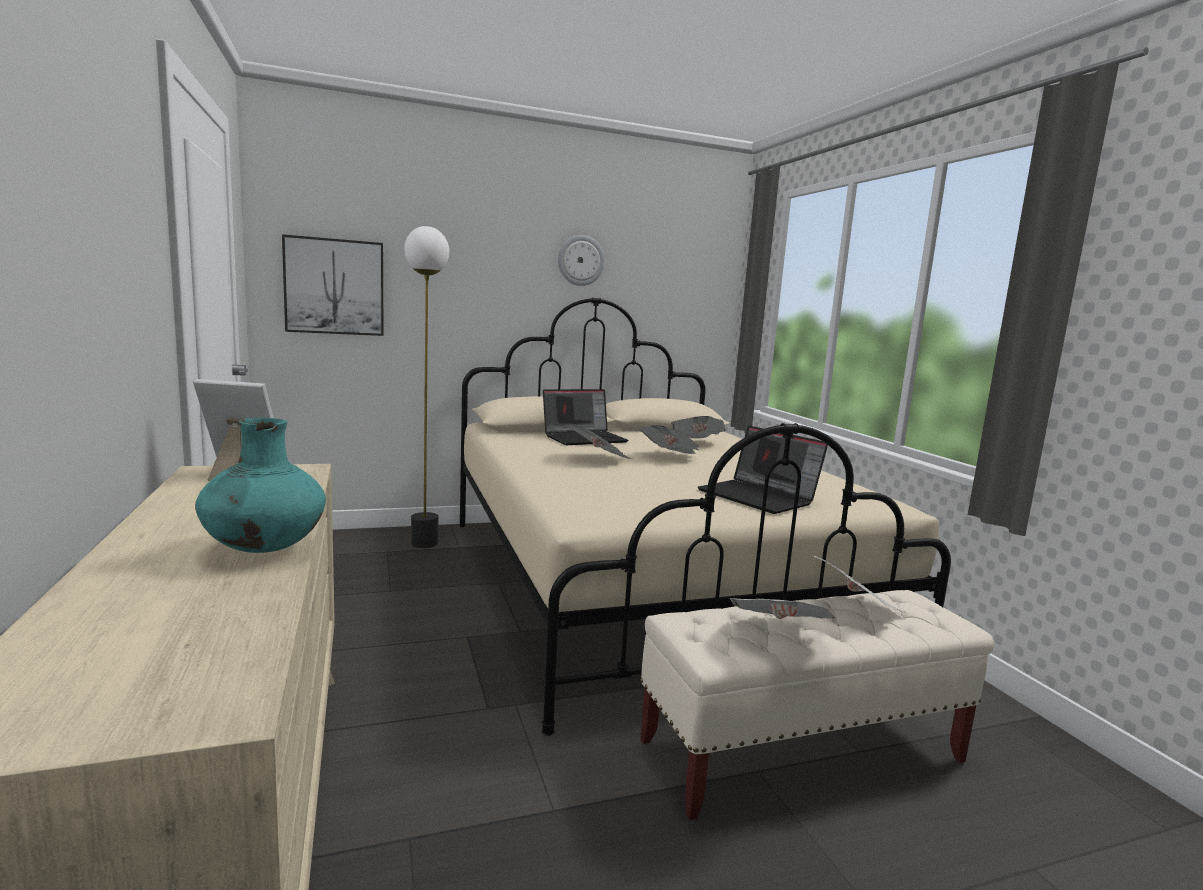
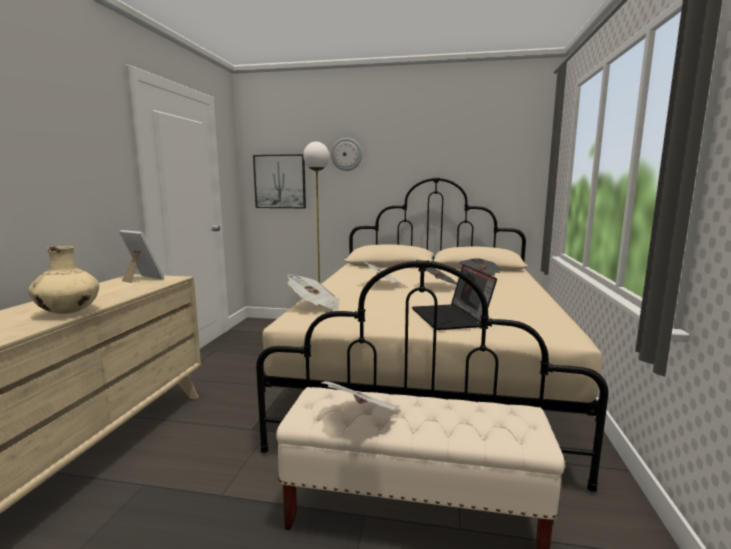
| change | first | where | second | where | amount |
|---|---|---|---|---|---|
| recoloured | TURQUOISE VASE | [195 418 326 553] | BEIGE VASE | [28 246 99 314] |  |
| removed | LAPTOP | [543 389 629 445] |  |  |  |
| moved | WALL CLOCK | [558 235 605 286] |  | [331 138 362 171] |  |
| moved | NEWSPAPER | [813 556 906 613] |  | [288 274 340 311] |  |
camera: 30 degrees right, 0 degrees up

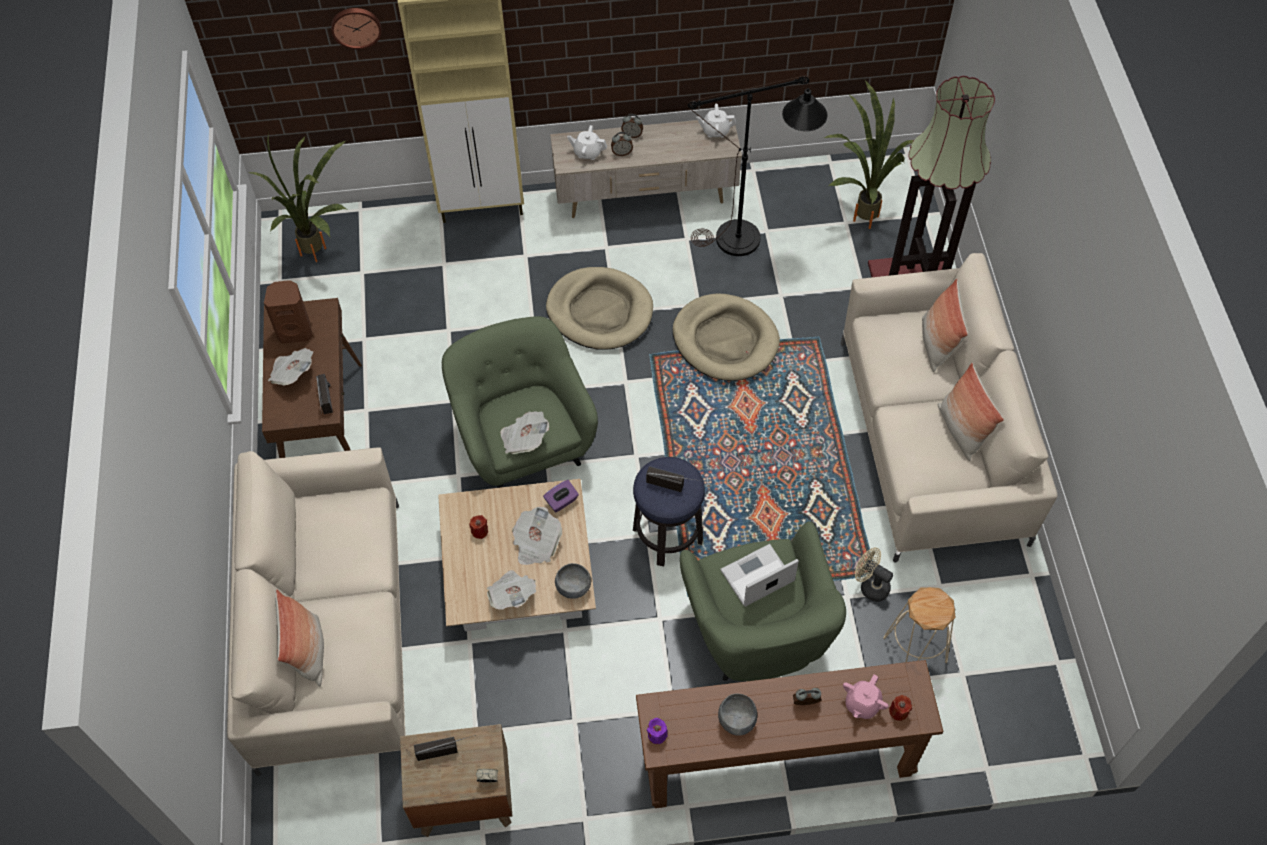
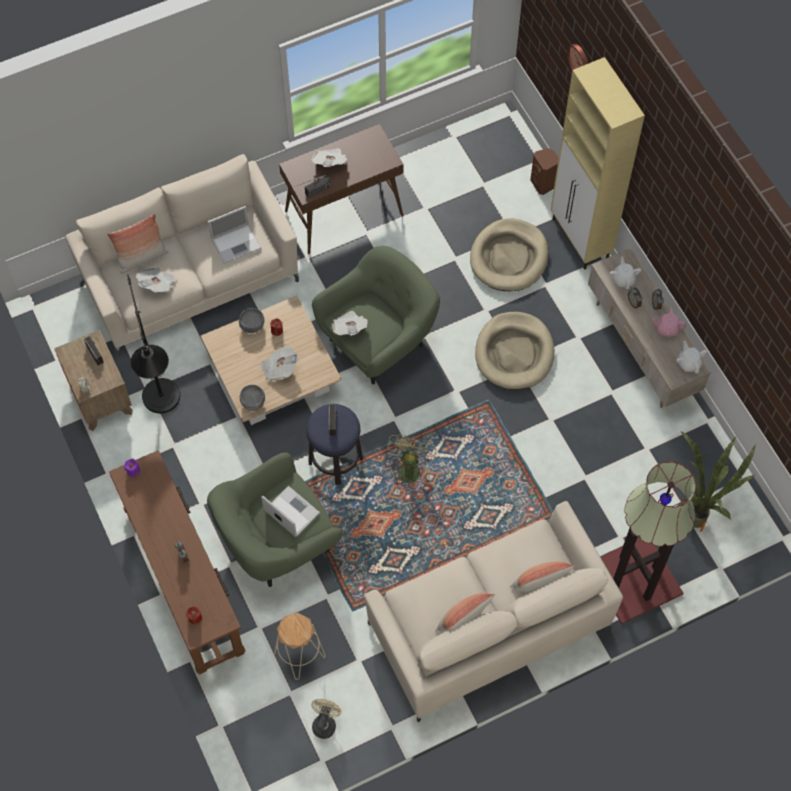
| change | first | where | second | where | amount |
|---|---|---|---|---|---|
| removed | POTTED PLANT | [248 133 346 262] |  |  |  |
| moved | BROWN SPEAKER | [264 280 313 344] |  | [530 148 559 195] |  |
| moved | NEWSPAPER | [487 570 536 610] |  | [136 267 177 293] |  |
| removed | PURPLE TISSUE BOX | [543 480 579 512] |  |  |  |
| moved | BEIGE DOG BED | [673 293 780 381] |  | [470 218 548 291] |  |
| moved | BLACK FLOOR LAMP | [687 76 827 256] |  | [127 275 180 413] |  |
| moved | GREY BOWL | [718 694 757 736] |  | [239 308 264 333] |  |
| moved | PINK TEAPOT | [843 675 889 719] |  | [652 307 686 337] |  |
| moved | BEIGE FAN | [855 547 893 602] |  | [311 699 342 739] |  |
| added |  |  | LAPTOP | [208 206 261 264] |  |
| added |  |  | GREEN FAN | [387 434 437 487] |  |
camera: 70 degrees right, 5 degrees up

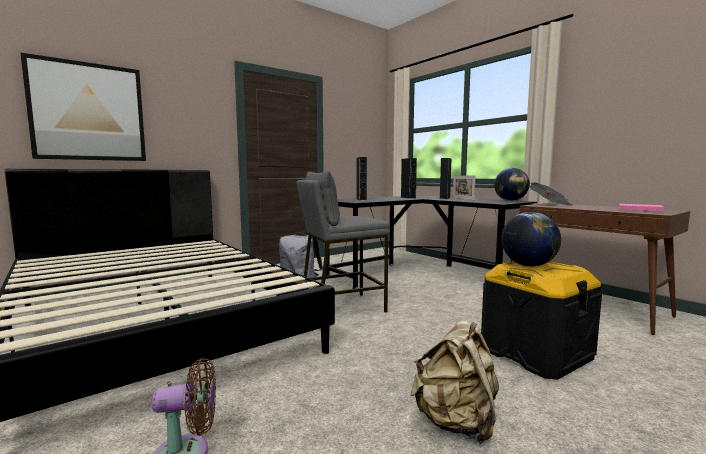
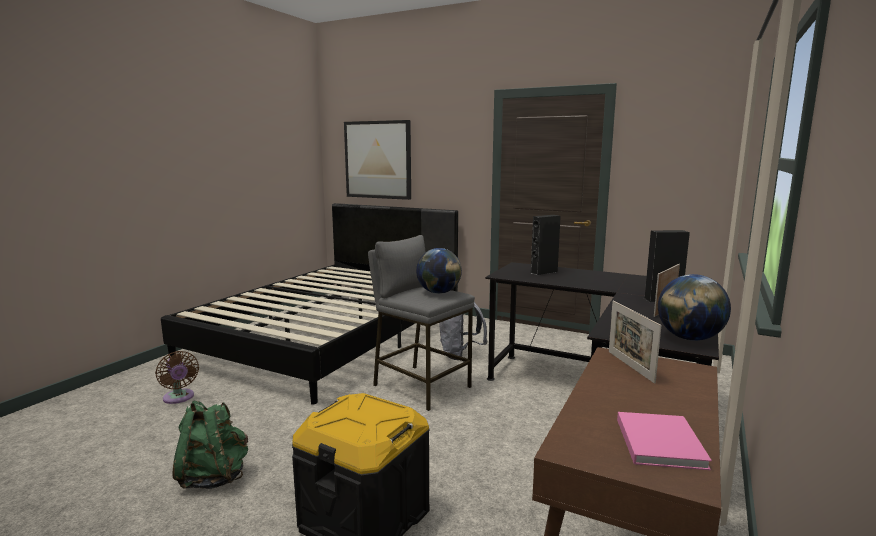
| change | first | where | second | where | amount |
|---|---|---|---|---|---|
| removed | BLACK SPEAKER | [401 158 417 199] |  |  |  |
| recoloured | BEIGE BACKPACK | [410 320 499 444] | GREEN BACKPACK | [172 401 248 489] |  |
| moved | GLOBE | [501 212 561 267] |  | [416 248 462 294] |  |
| replaced | NEWSPAPER | [529 183 572 206] | PICTURE FRAME | [609 301 662 384] |  |
camera: 65 degrees right, 5 degrees up

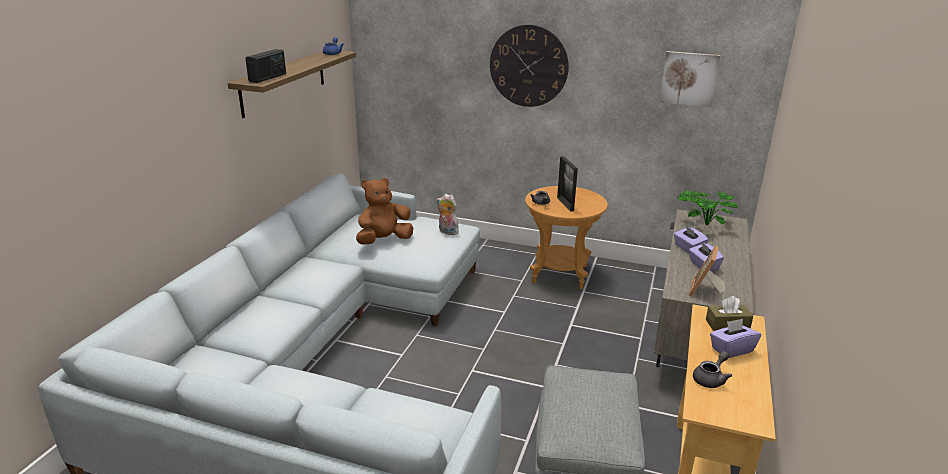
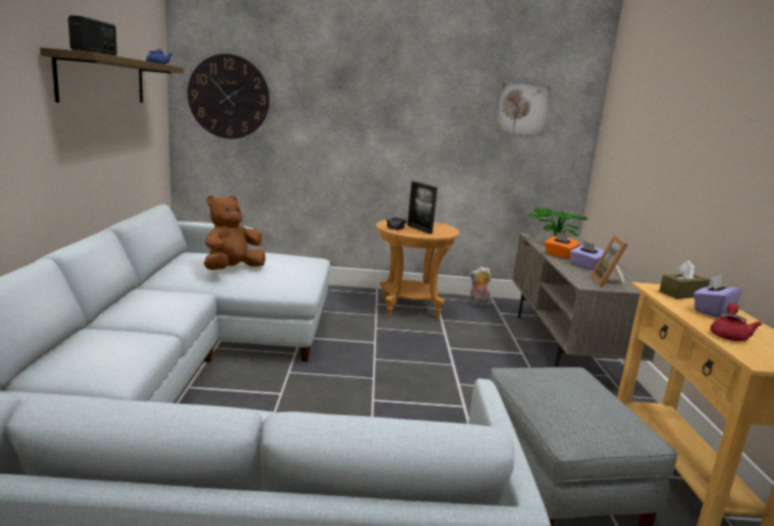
| change | first | where | second | where | amount |
|---|---|---|---|---|---|
| moved | PLUSH TOY | [436 194 459 235] |  | [469 267 491 305] |  |
| moved | WALL CLOCK | [490 25 569 107] |  | [187 54 270 139] |  |
| recoloured | PURPLE TISSUE BOX | [674 226 708 253] | ORANGE TISSUE BOX | [544 232 580 259] |  |
| recoloured | GREY TEAPOT | [693 351 732 388] | RED TEAPOT | [710 303 762 341] |  |
camera: 20 degrees left, 10 degrees down

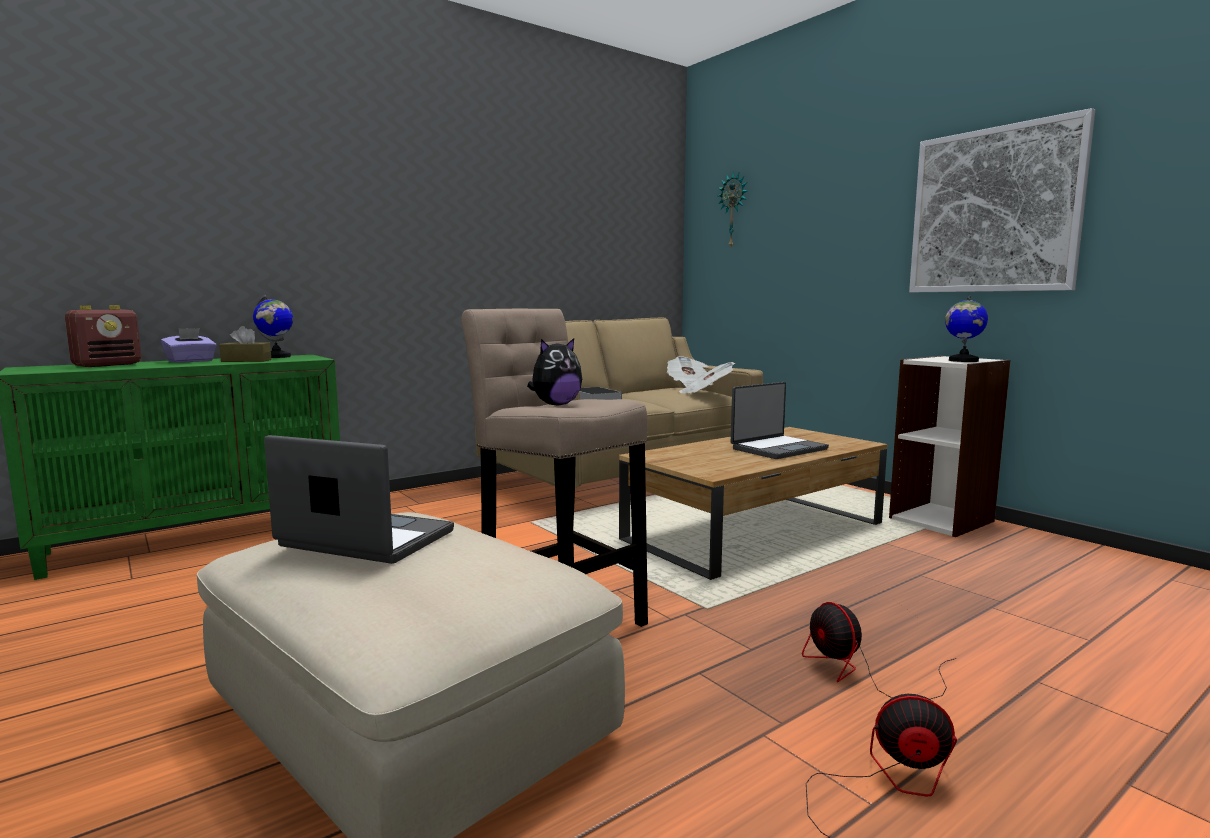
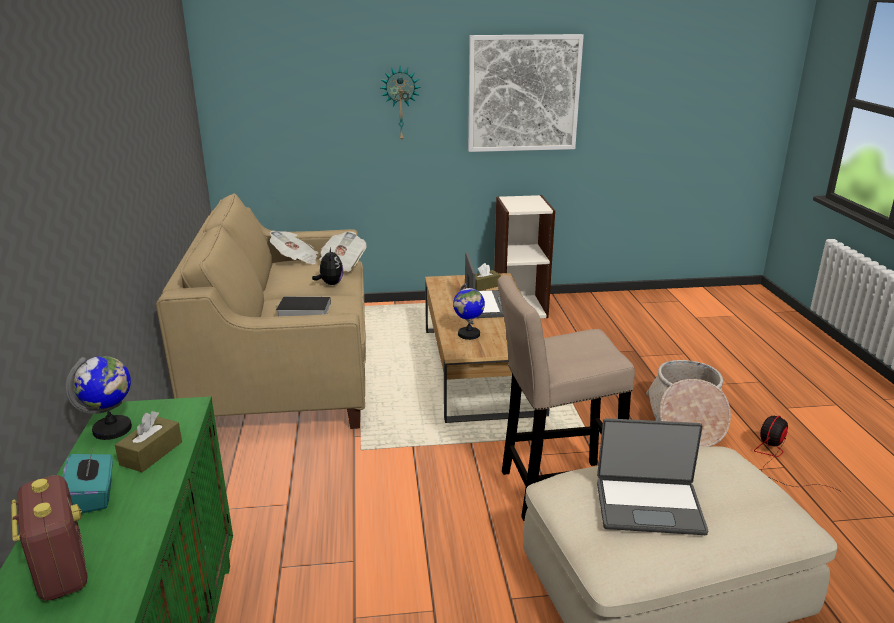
| change | first | where | second | where | amount |
|---|---|---|---|---|---|
| recoloured | PURPLE TISSUE BOX | [161 328 217 363] | TURQUOISE TISSUE BOX | [62 449 113 514] |  |
| turned | LAPTOP | [264 435 454 564] |  | [597 418 708 535] | 135 degrees counterclockwise |
| moved | PLUSH TOY | [527 338 582 406] |  | [312 248 344 285] |  |
| moved | WALL CLOCK | [718 172 748 249] |  | [381 66 421 141] |  |
| replaced | FAN | [802 602 957 699] | BASKET | [646 360 731 447] |  |
| moved | GLOBE | [945 296 988 362] |  | [453 283 485 340] |  |
| added |  |  | BROWN TISSUE BOX | [475 263 501 291] |  |
camera: 60 degrees left, 15 degrees up

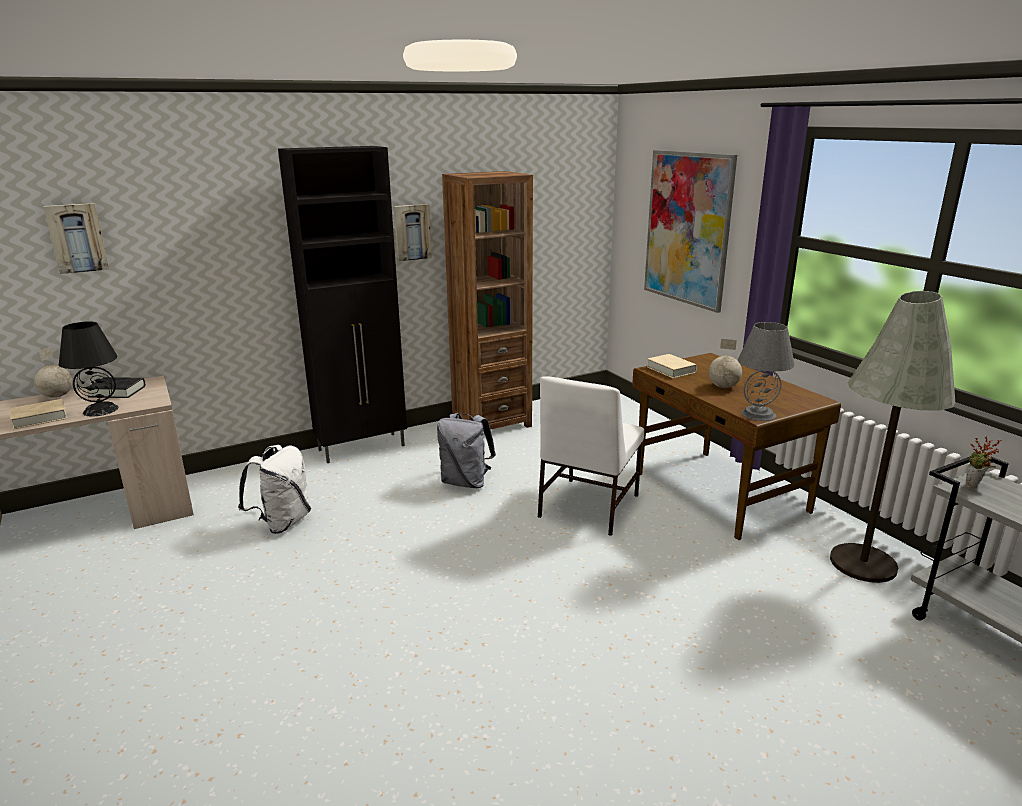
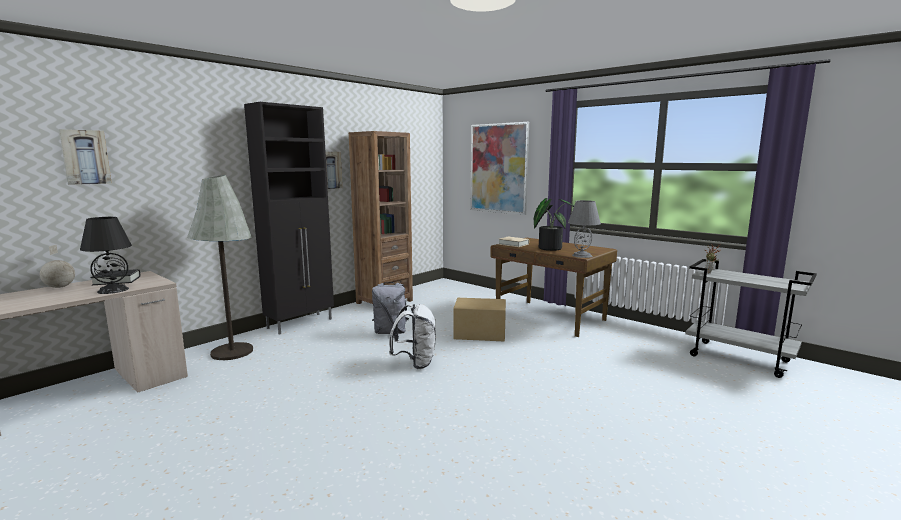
| change | first | where | second | where | amount |
|---|---|---|---|---|---|
| removed | BEIGE BOOK | [10 399 67 429] |  |  |  |
| moved | WHITE BACKPACK | [238 445 311 534] |  | [389 304 436 369] |  |
| replaced | WHITE CHAIR | [538 376 644 536] | CARDBOARD BOX | [453 298 506 341] |  |
| replaced | GLOBE | [709 339 742 388] | POTTED PLANT | [534 198 574 251] |  |
| moved | GREY FLOOR LAMP | [830 291 955 583] |  | [187 175 253 360] |  |
camera: 20 degrees left, 10 degrees down

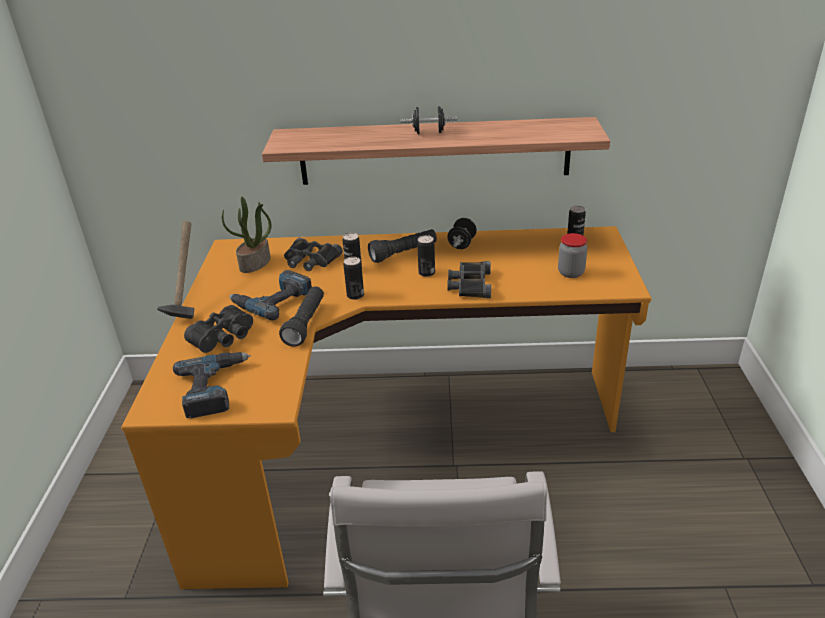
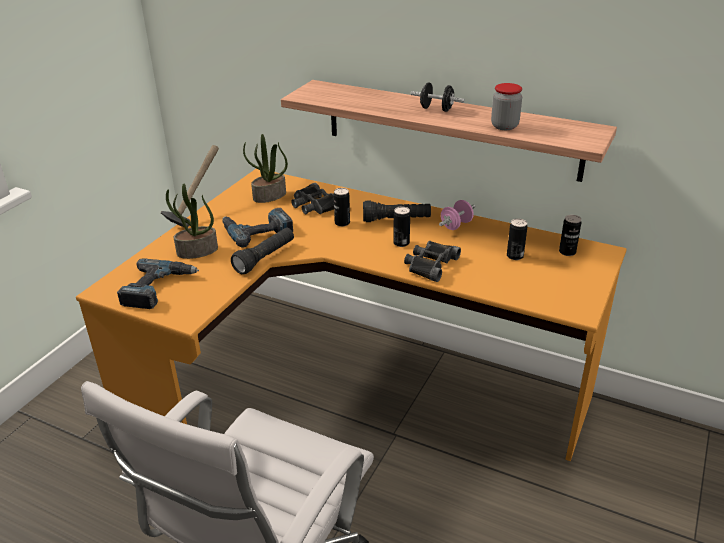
| change | first | where | second | where | amount |
|---|---|---|---|---|---|
| replaced | BLACK BINOCULARS | [184 305 253 353] | POTTED PLANT | [166 184 218 259] |  |
| moved | CAN | [343 257 364 300] |  | [507 219 528 260] |  |
| recoloured | BLACK DUMBBELL | [448 218 477 249] | PINK DUMBBELL | [439 200 475 230] |  |
| moved | JAR | [558 233 587 278] |  | [491 83 522 130] |  |
camera: 25 degrees right, 0 degrees up

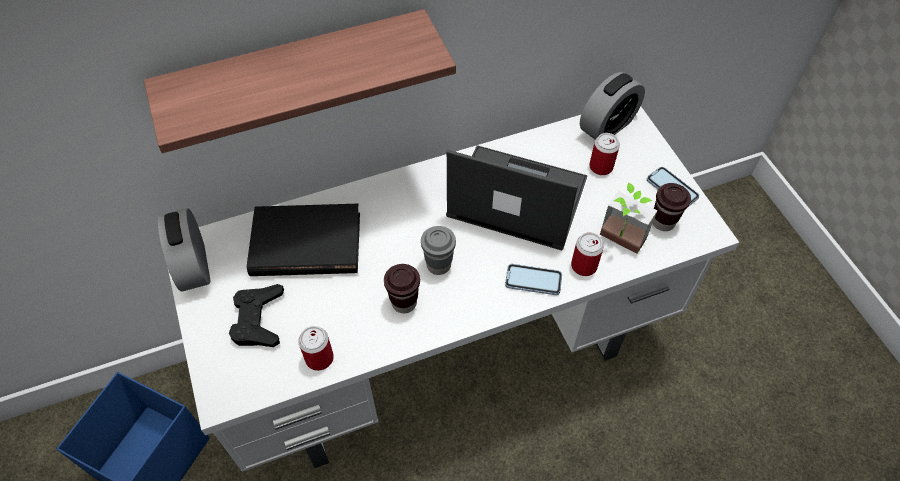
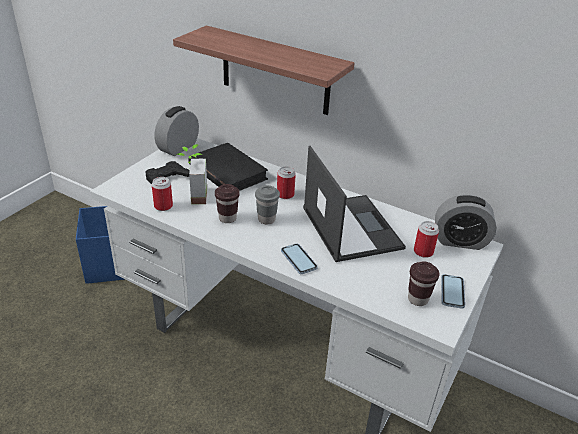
| change | first | where | second | where | amount |
|---|---|---|---|---|---|
| moved | CAN | [571 232 604 276] |  | [277 166 296 199] |  |
| moved | POTTED PLANT | [600 183 658 254] |  | [176 144 207 204] |  |
camera: 50 degrees right, 20 degrees down

